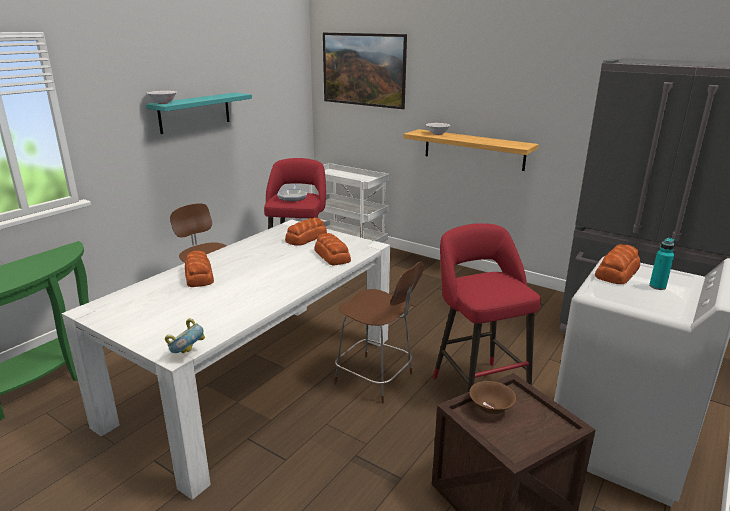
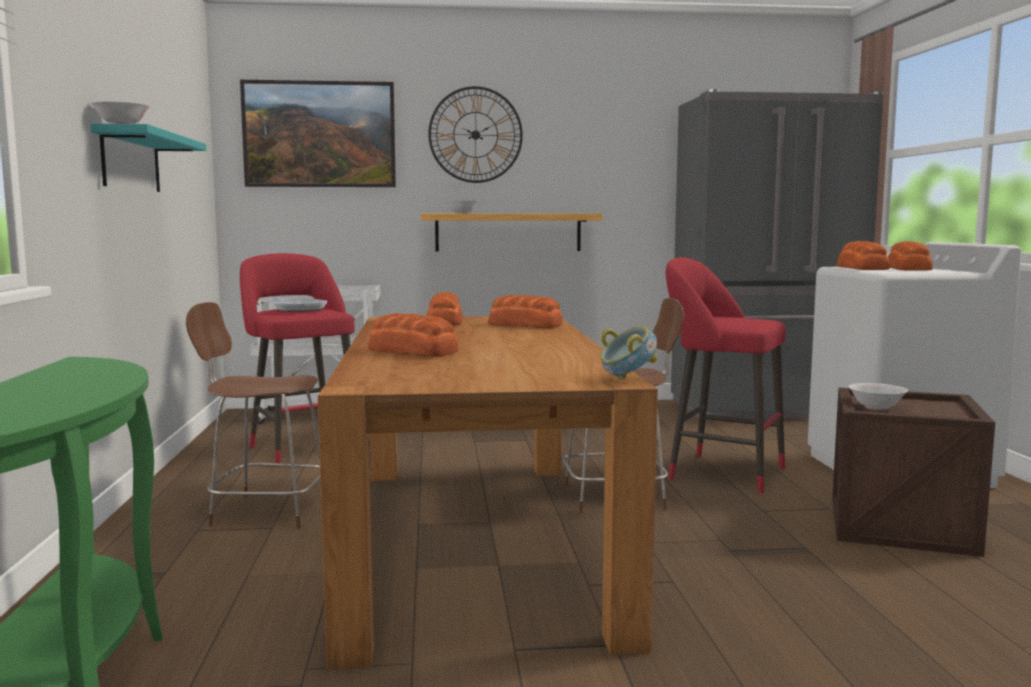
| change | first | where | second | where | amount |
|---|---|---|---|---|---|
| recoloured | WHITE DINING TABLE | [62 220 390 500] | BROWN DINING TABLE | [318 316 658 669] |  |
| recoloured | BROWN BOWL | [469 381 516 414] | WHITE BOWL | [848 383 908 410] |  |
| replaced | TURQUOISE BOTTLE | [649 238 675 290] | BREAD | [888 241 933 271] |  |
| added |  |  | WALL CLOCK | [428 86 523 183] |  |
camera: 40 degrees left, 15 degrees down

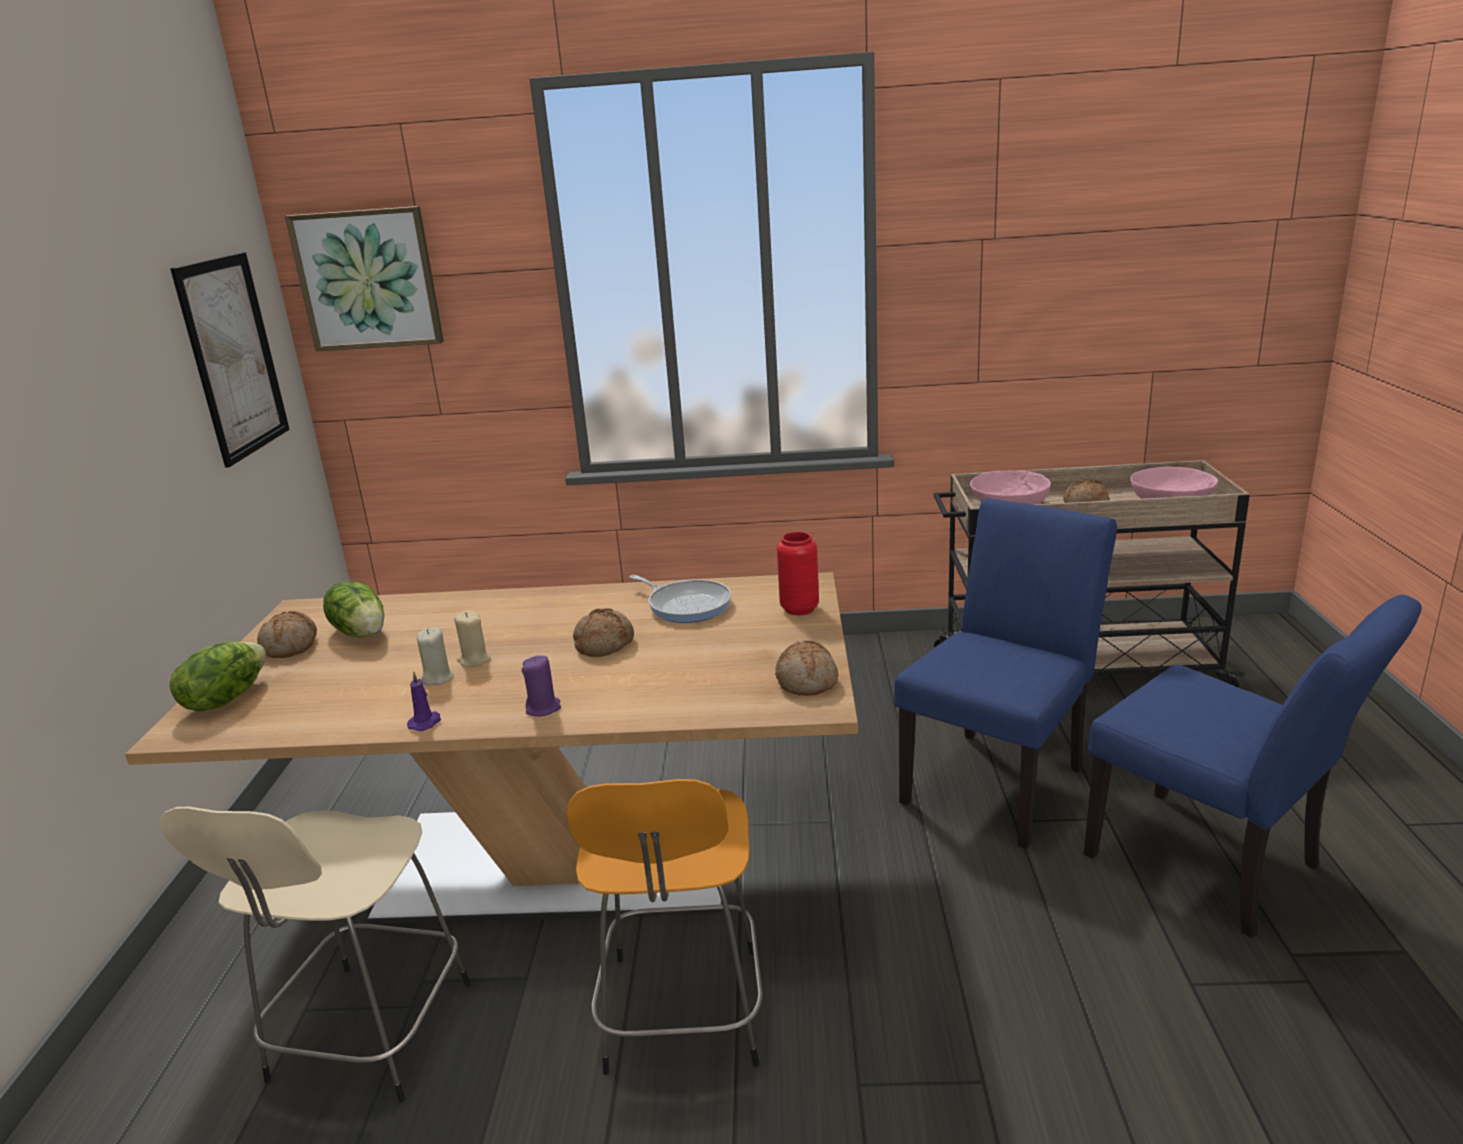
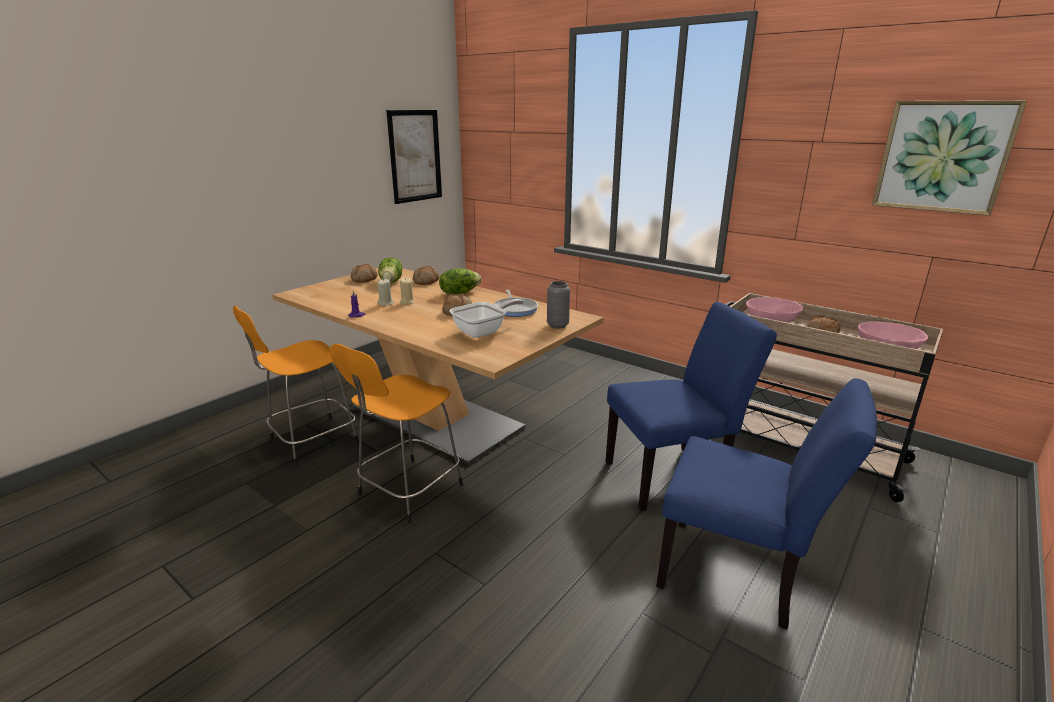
| change | first | where | second | where | amount |
|---|---|---|---|---|---|
| recoloured | BEIGE STOOL | [161 807 471 1103] | ORANGE STOOL | [233 305 359 467] |  |
| moved | LETTUCE | [170 641 266 712] |  | [439 268 481 294] |  |
| moved | PICTURE | [285 206 444 352] |  | [872 100 1027 216] |  |
| removed | PURPLE CANDLE | [522 656 561 716] |  |  |  |
| moved | BREAD | [775 640 839 696] |  | [413 266 439 285] |  |
| recoloured | RED VASE | [777 532 819 615] | GREY VASE | [547 281 570 329] |  |
| turned | BLUE CHAIR | [1084 595 1422 938] |  | [656 378 877 630] | 60 degrees counterclockwise |
| added |  |  | FRYING PAN | [450 299 524 338] |  |
camera: 35 degrees right, 0 degrees up

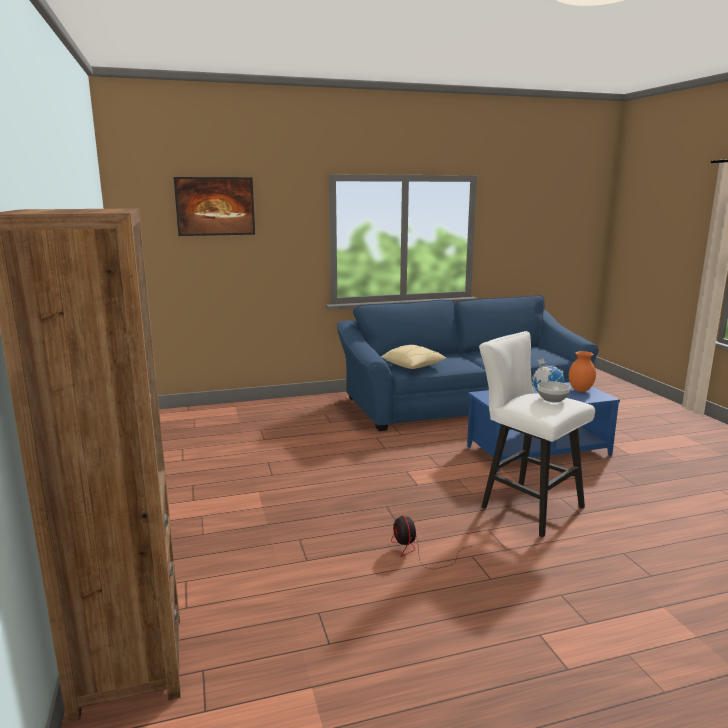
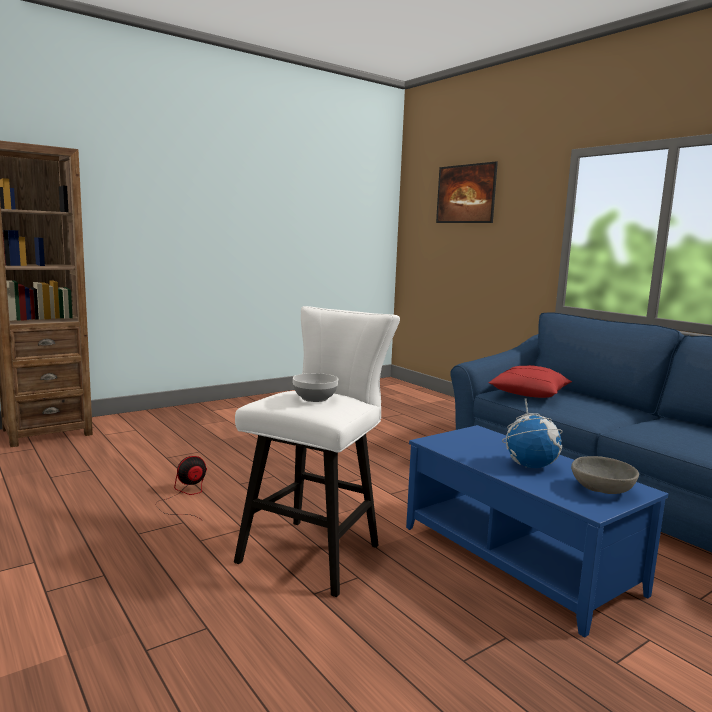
| change | first | where | second | where | amount |
|---|---|---|---|---|---|
| recoloured | BEIGE PILLOW | [381 345 446 369] | RED PILLOW | [488 365 572 398] |  |
| replaced | ORANGE VASE | [569 351 596 392] | GREY BOWL | [571 456 639 494] |  |
camera: 70 degrees right, 5 degrees down

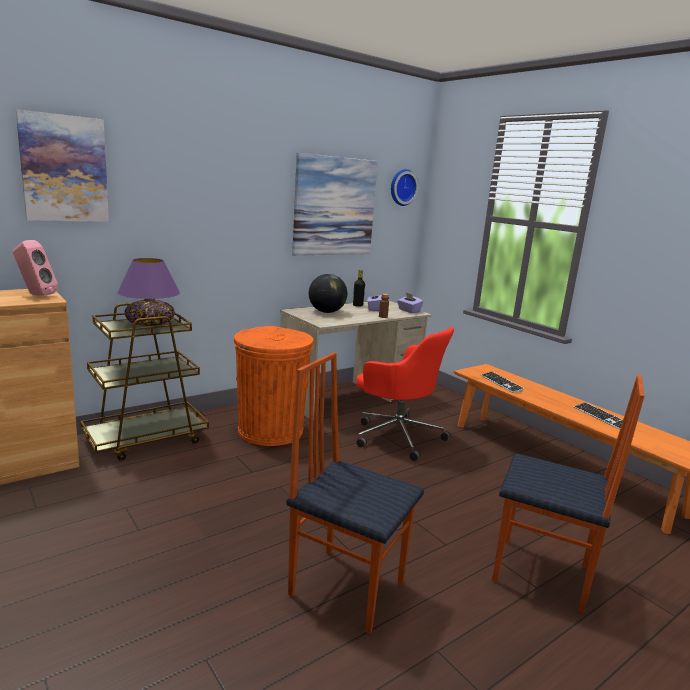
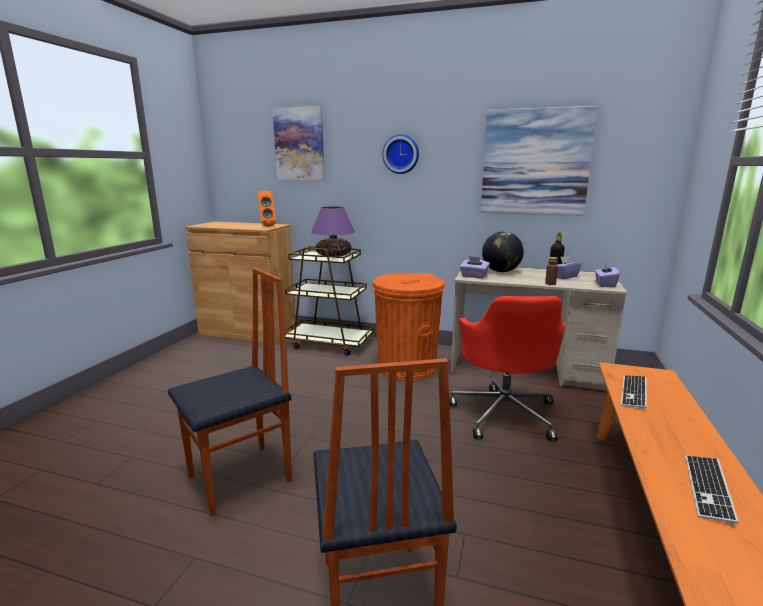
| change | first | where | second | where | amount |
|---|---|---|---|---|---|
| recoloured | PINK SPEAKER | [13 240 58 296] | ORANGE SPEAKER | [258 191 276 227] |  |
| turned | CHAIR | [286 352 424 634] |  | [168 268 292 517] | 60 degrees clockwise |
| moved | WALL CLOCK | [391 169 419 206] |  | [383 134 419 174] |  |
| added |  |  | PURPLE TISSUE BOX | [460 256 490 279] |  |
camera: 55 degrees right, 0 degrees up

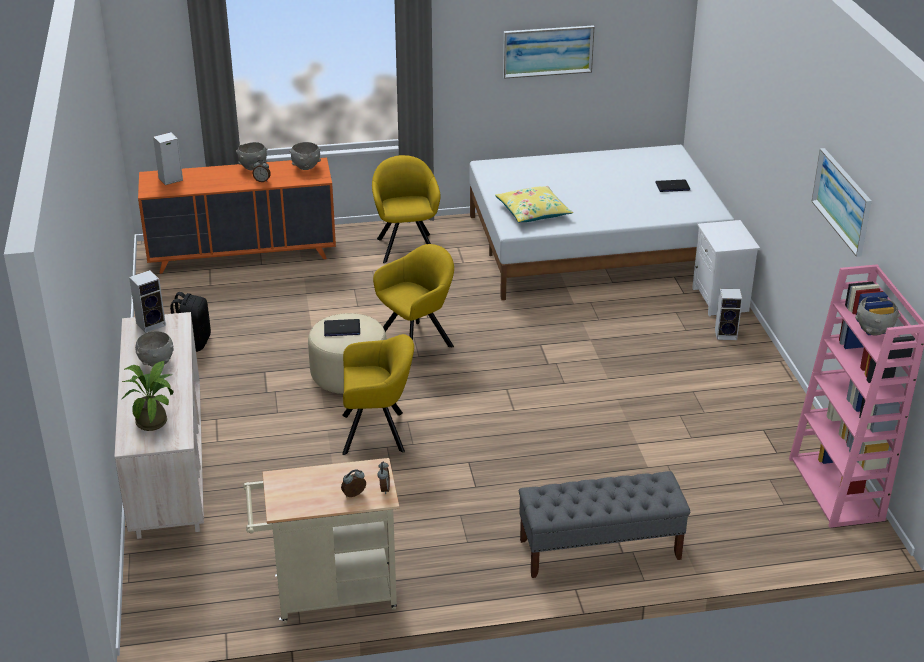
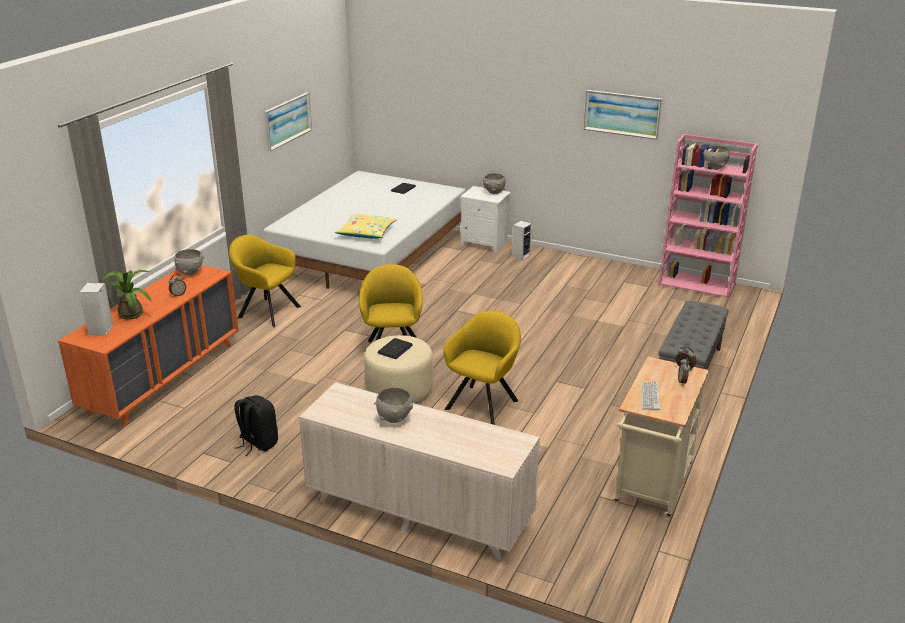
| change | first | where | second | where | amount |
|---|---|---|---|---|---|
| moved | POTTED PLANT | [122 361 174 431] |  | [101 270 151 320] |  |
| removed | SPEAKER | [129 270 166 333] |  |  |  |
| moved | GREY BOWL | [236 142 267 171] |  | [482 173 506 194] |  |
| added |  |  | KEYBOARD | [641 382 660 410] |  |
camera: 55 degrees left, 5 degrees down

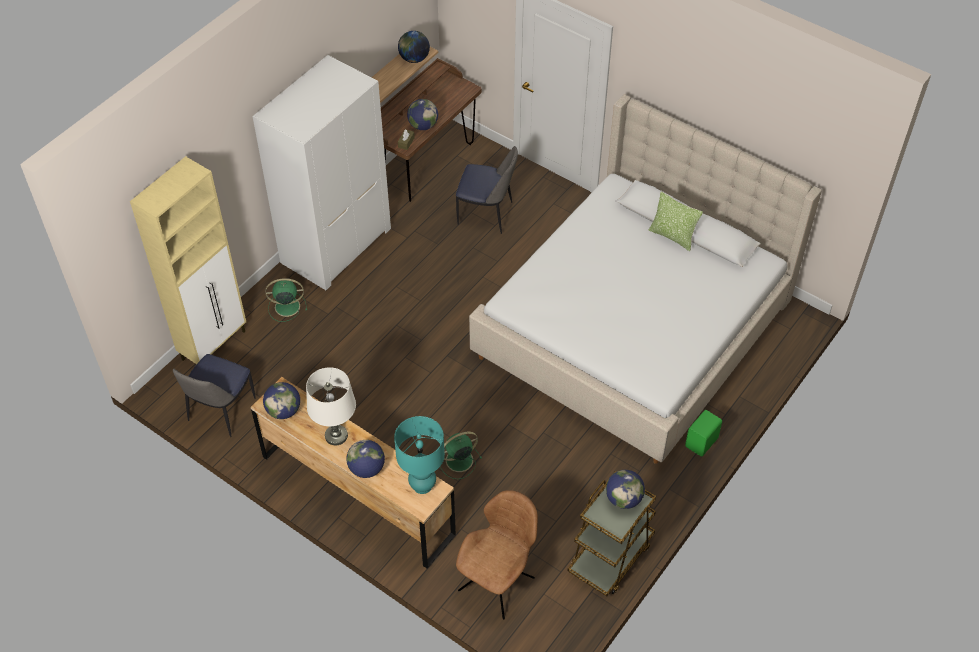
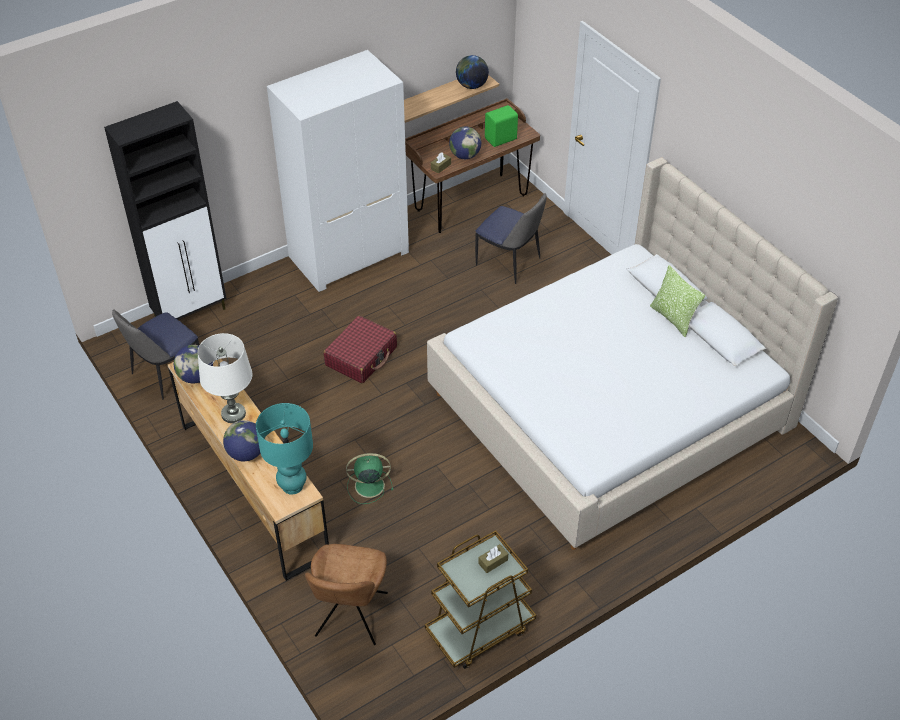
| change | first | where | second | where | amount |
|---|---|---|---|---|---|
| recoloured | BEIGE CABINET | [130 156 246 364] | BLACK CABINET | [104 101 227 320] |  |
| removed | GREEN FAN | [265 278 307 322] |  |  |  |
| turned | BROWN CHAIR | [456 490 538 619] |  | [305 544 388 645] | 135 degrees clockwise |
| replaced | GLOBE | [606 470 645 509] | BROWN TISSUE BOX | [478 544 508 573] |  |
| moved | GREEN SPEAKER | [685 410 722 457] |  | [485 105 518 147] |  |
| added |  |  | RED SUITCASE | [323 316 397 383] |  |
camera: 20 degrees right, 5 degrees down

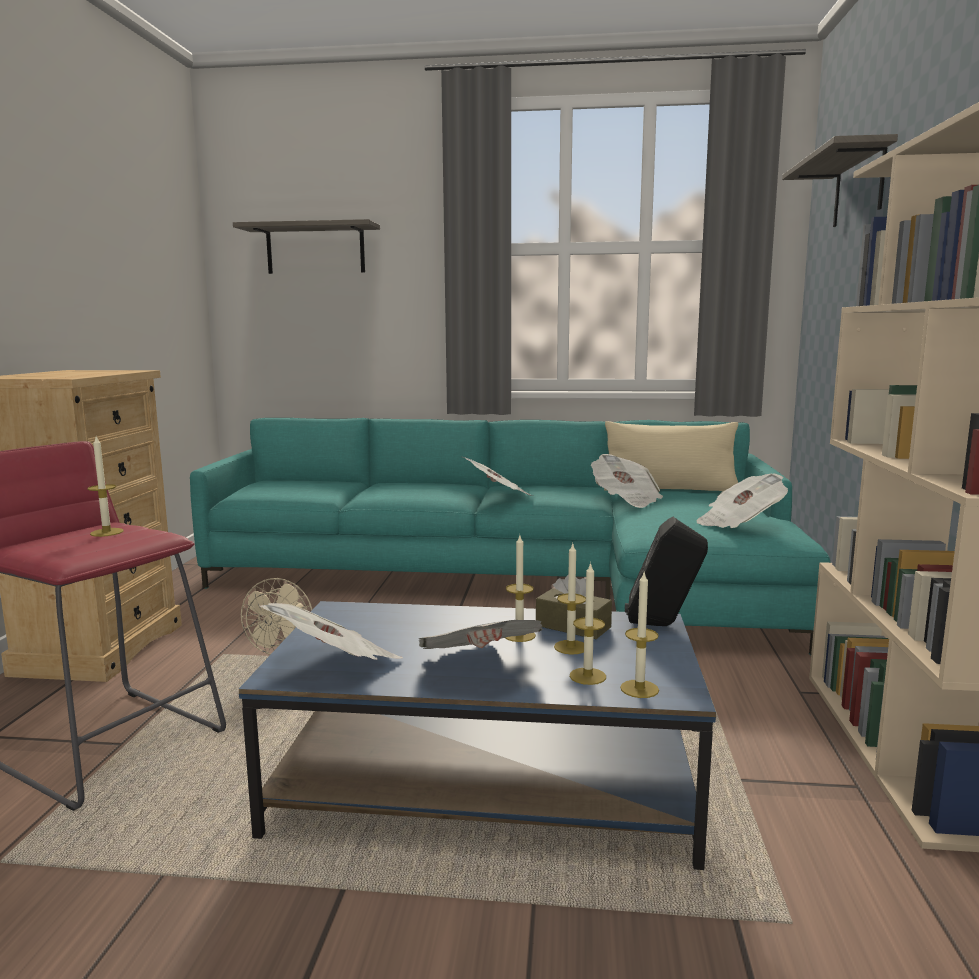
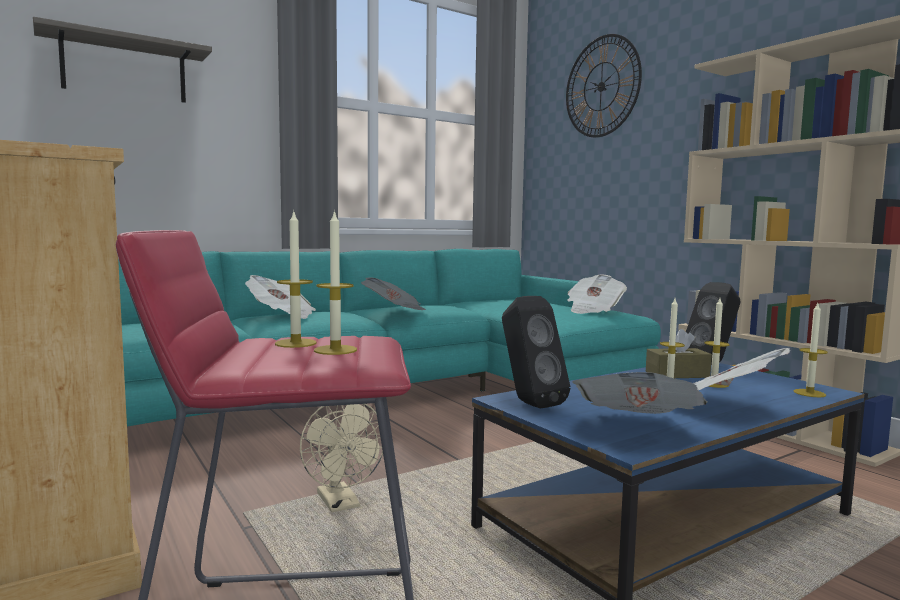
| change | first | where | second | where | amount |
|---|---|---|---|---|---|
| moved | CANDLE | [570 562 606 685] |  | [314 210 357 355] |  |
| moved | NEWSPAPER | [591 454 663 508] |  | [245 275 316 319] |  |
| removed | BEIGE PILLOW | [604 421 738 491] |  |  |  |
| replaced | SHELF | [782 134 898 227] | WALL CLOCK | [566 34 642 138] |  |
| added |  |  | BLACK SPEAKER | [502 296 570 409] |  |
camera: 40 degrees left, 5 degrees down

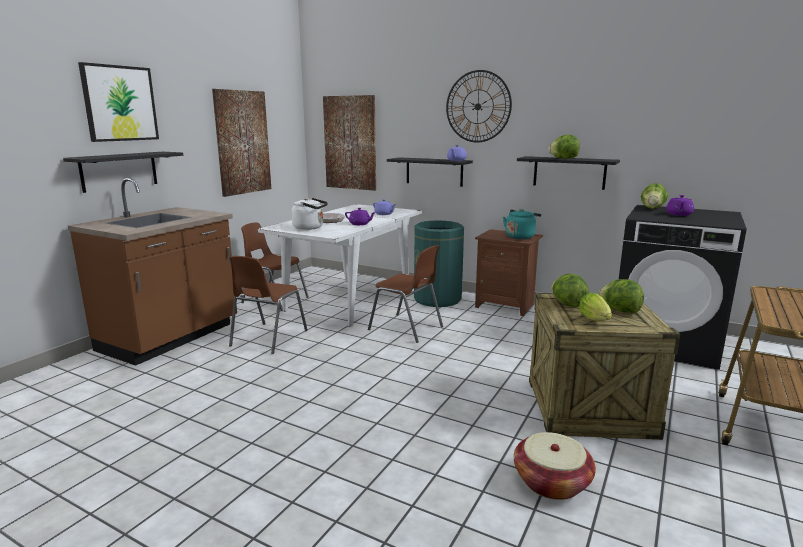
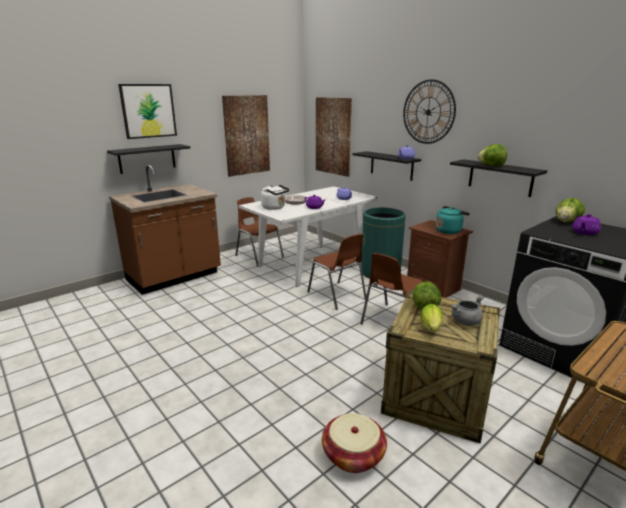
| change | first | where | second | where | amount |
|---|---|---|---|---|---|
| moved | BROWN CHAIR | [229 256 308 354] |  | [360 253 423 325] |  |
| replaced | LETTUCE | [598 279 644 313] | GREY COOKING POT | [451 296 484 326] |  |
camera: 20 degrees right, 5 degrees up

